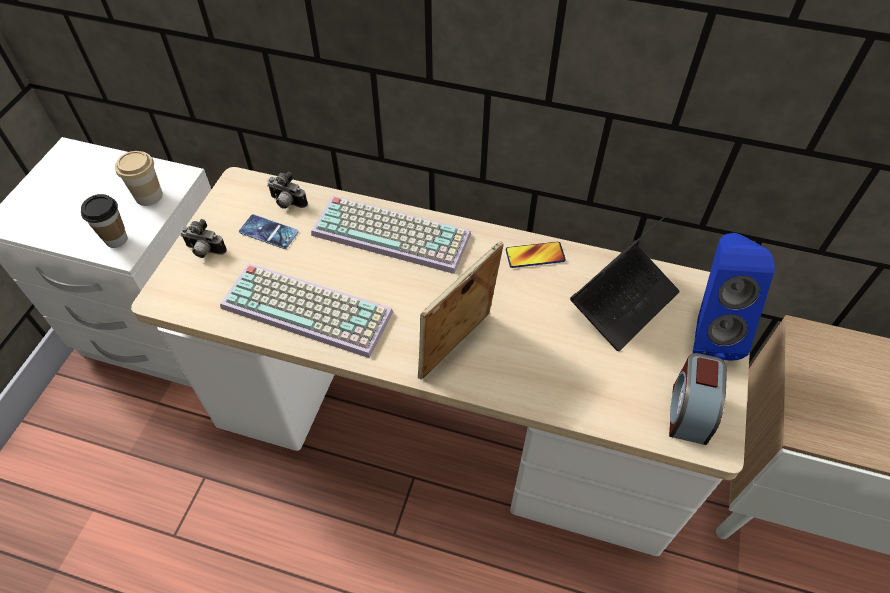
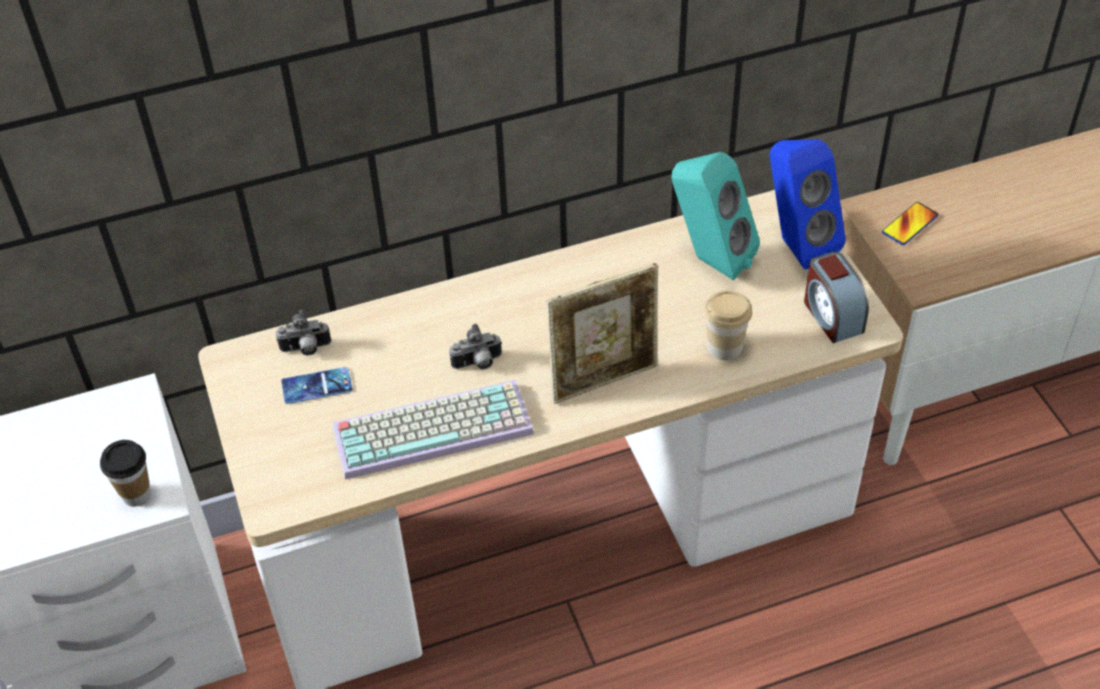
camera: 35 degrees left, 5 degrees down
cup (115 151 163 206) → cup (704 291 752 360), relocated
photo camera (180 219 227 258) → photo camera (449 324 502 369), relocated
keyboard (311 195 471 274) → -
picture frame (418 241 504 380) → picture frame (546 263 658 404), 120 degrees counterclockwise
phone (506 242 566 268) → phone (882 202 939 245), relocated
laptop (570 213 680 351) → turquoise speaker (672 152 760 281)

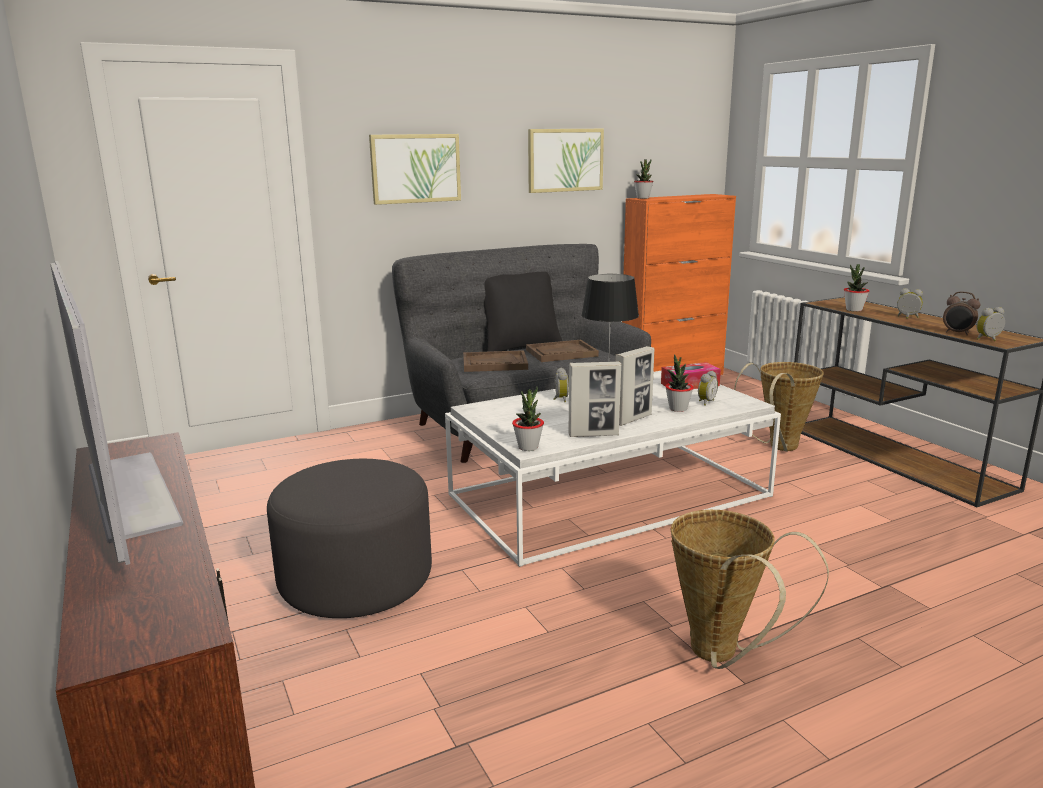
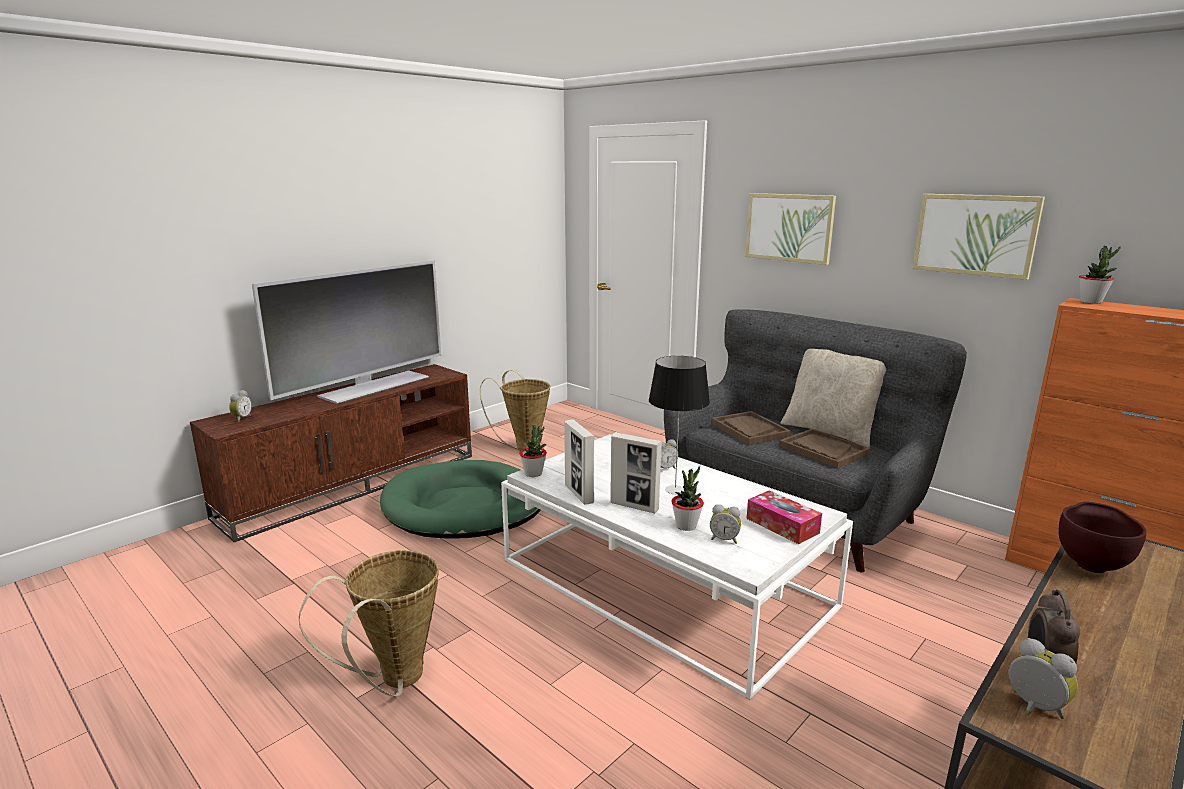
camera: 70 degrees right, 0 degrees up
grey ottoman (267 459 432 618) → green dog bed (380 460 540 539)
black pillow (484 272 562 352) → beige pillow (781 349 886 448)
basket (734 362 824 452) → basket (480 370 550 451), relocated
potted plant (844 264 869 312) → brown bowl (1058 502 1147 573)
alarm clock (897 288 923 319) → alarm clock (229 390 252 422), relocated

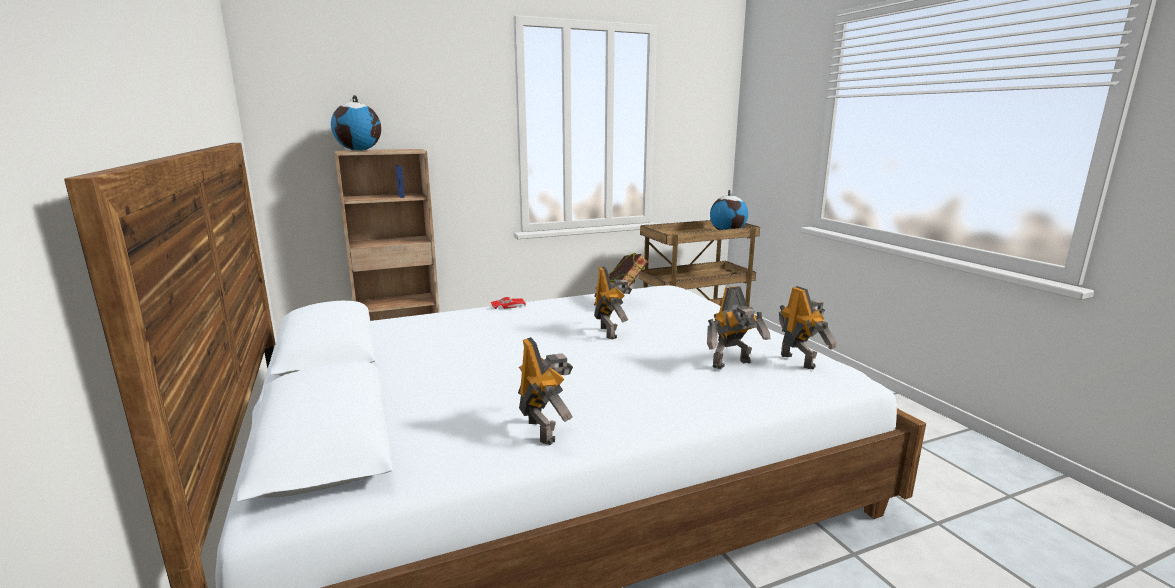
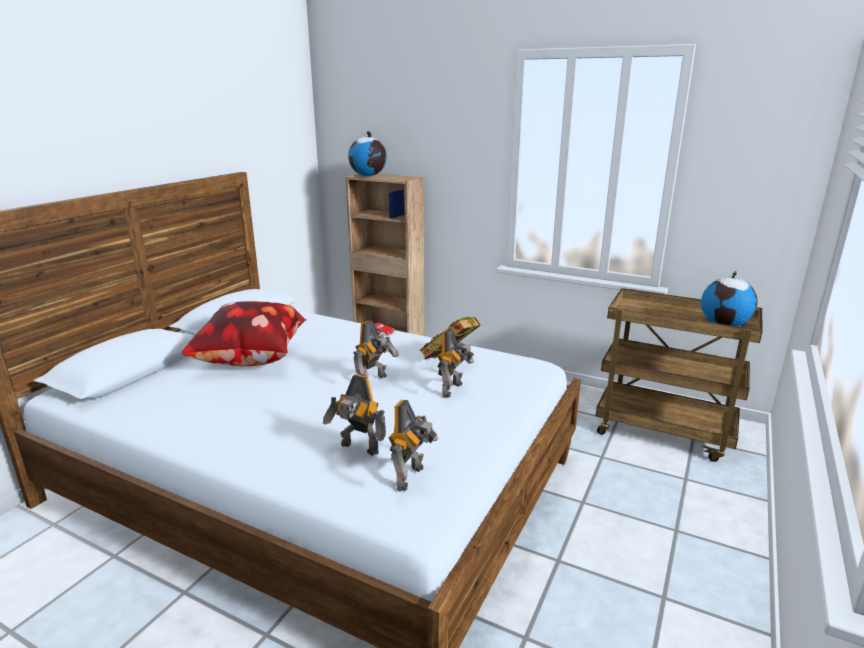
camera: 50 degrees right, 5 degrees up
toy robot (518 337 573 445) → toy robot (437 328 474 398), relocated
- → pillow (181 301 306 366)

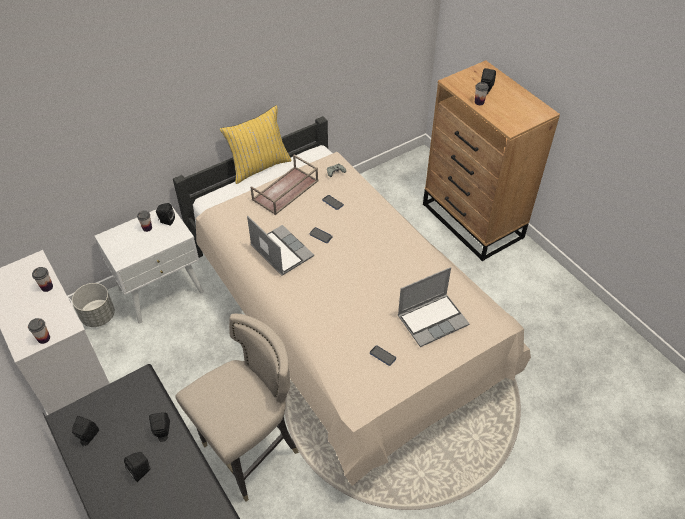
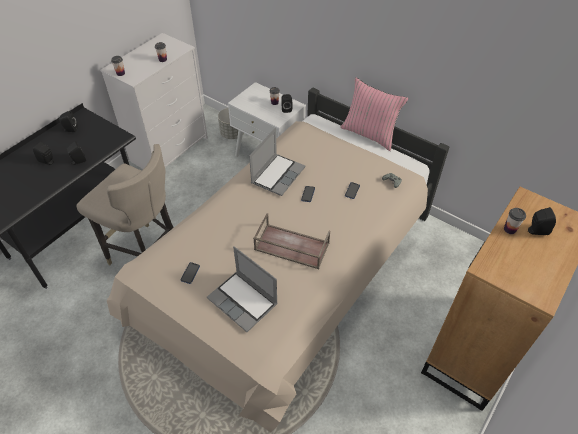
camera: 70 degrees right, 0 degrees up
yellow pillow (220 105 292 184) → pink pillow (340 77 408 151)
brown tray (250 155 318 215) → brown tray (253 213 330 269), relocated

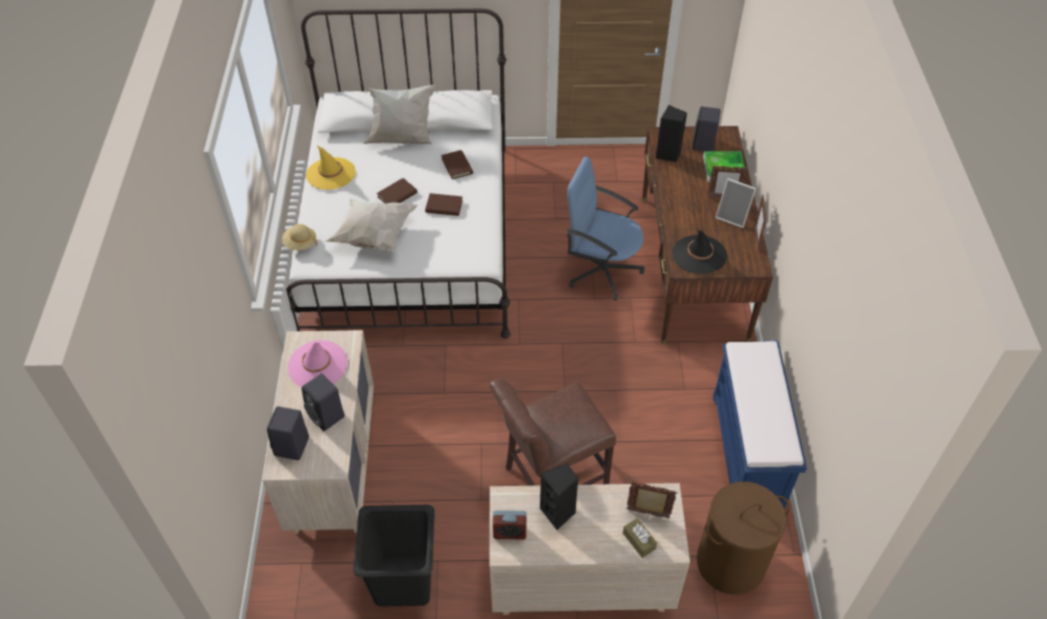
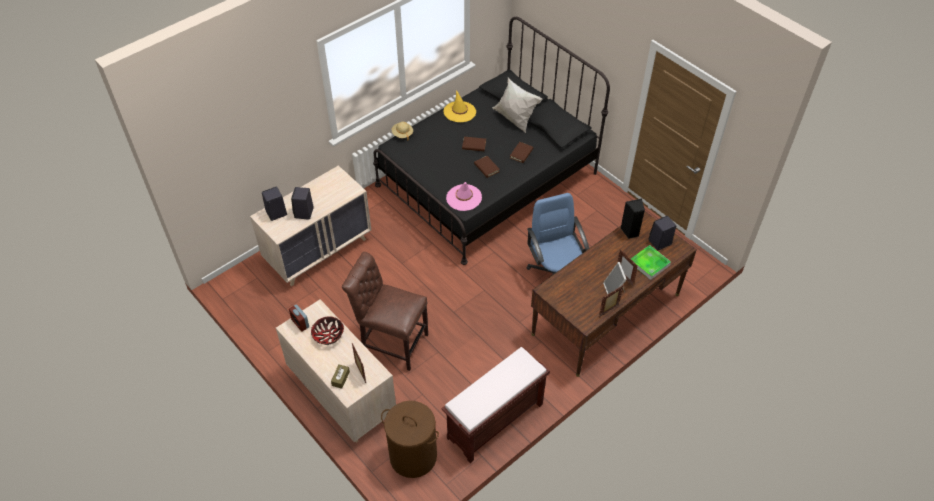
camera: 50 degrees right, 0 degrees up
white bed (286 8 510 339) → black bed (373 17 610 265)
pink hat (288 340 347 387) → pink hat (446 182 482 211), relocated
white pillow (325 198 418 252) → -
black laundry basket (353 505 435 607) → -
black speaker (540 463 578 530) → bowl (311 316 344 345)
black hat (672 230 727 274) → -
blue bench (713 340 807 509) → brown bench (441 347 550 463)

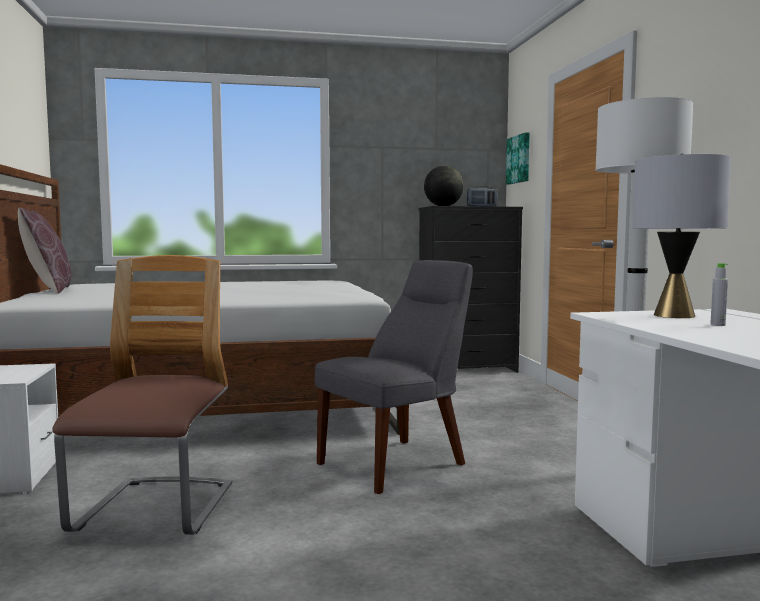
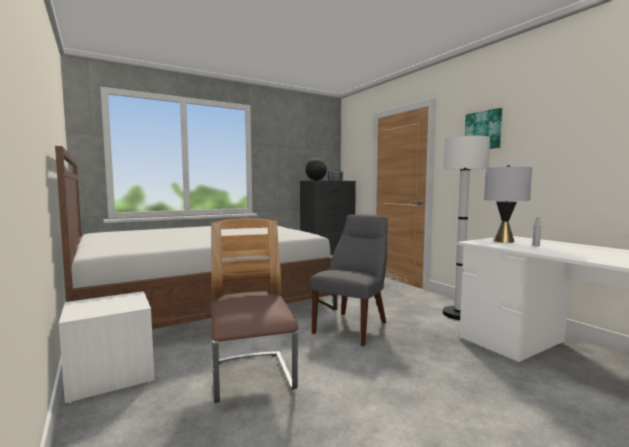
camera: 20 degrees left, 0 degrees up
brown pillow (18 208 71 294) → -
picture (506 132 530 185) → picture (465 108 502 149), relocated

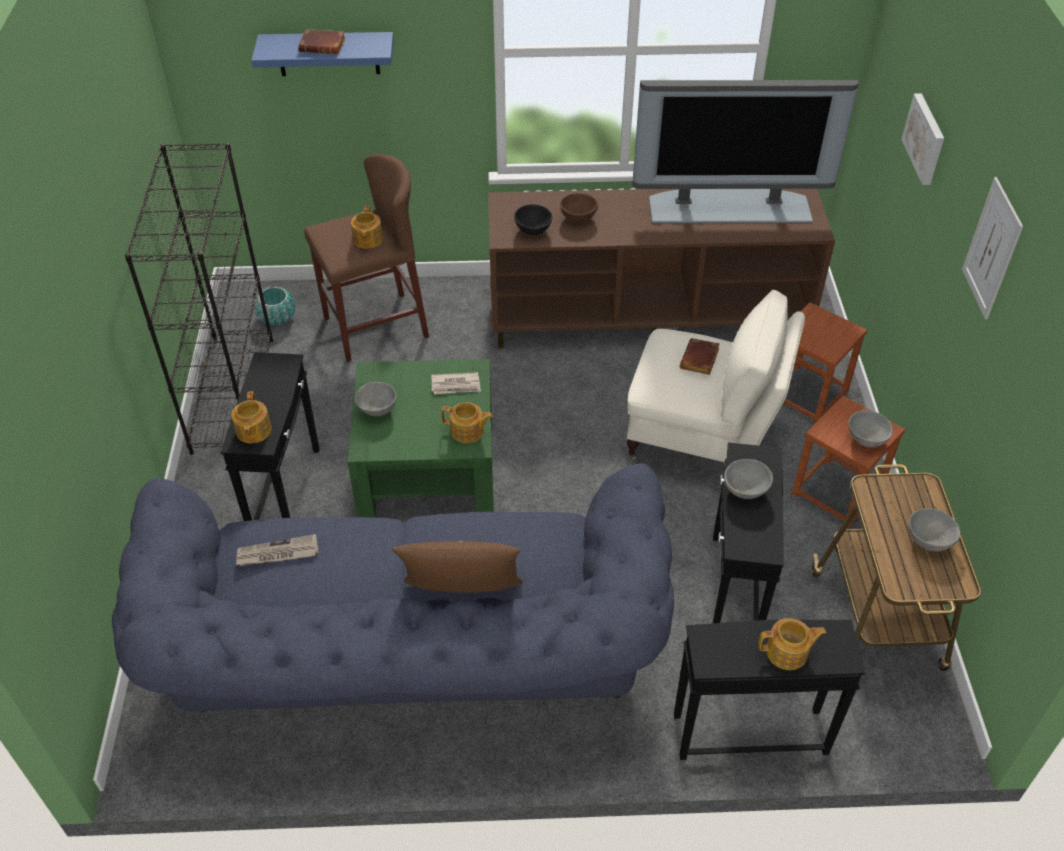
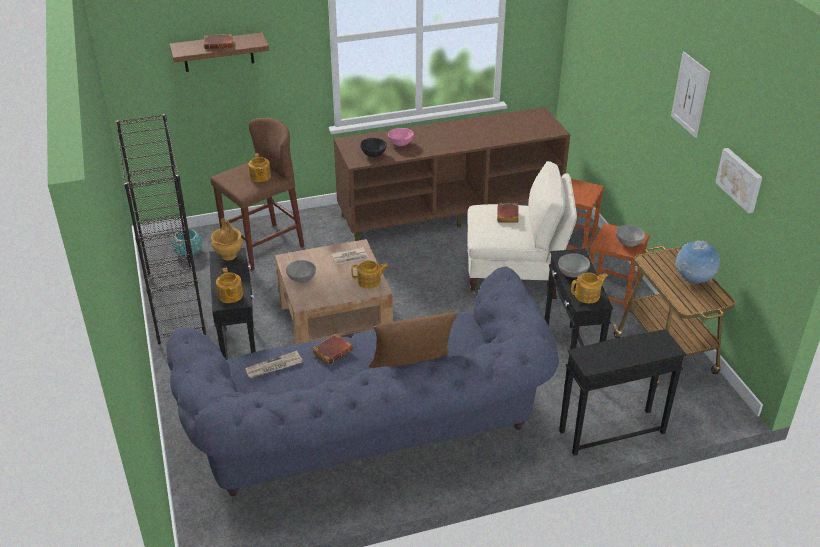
camera: 15 degrees left, 10 degrees down
blue shelf (251 32 394 76) → brown shelf (170 32 269 72)
green coffee table (348 359 494 518) → brown coffee table (275 239 393 344)
brown bowl (560 193 598 222) → pink bowl (388 128 414 146)
television (632 80 859 223) → -
teapot (758 618 826 670) → teapot (571 273 608 303), relocated
picture (901 93 944 185) → picture (715 148 763 213), relocated
grey bowl (909 508 960 551) → globe (676 240 720 284)
- → brown vase (211 218 243 260)
- → brown book (312 333 353 365)

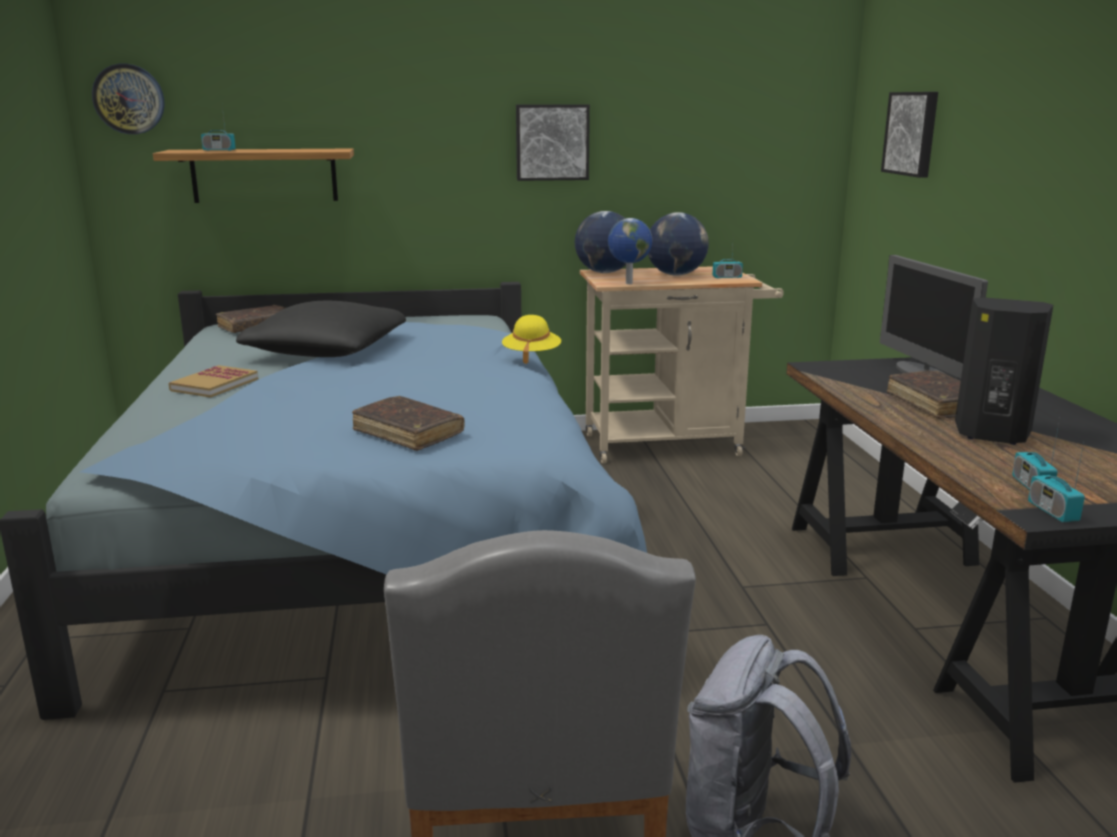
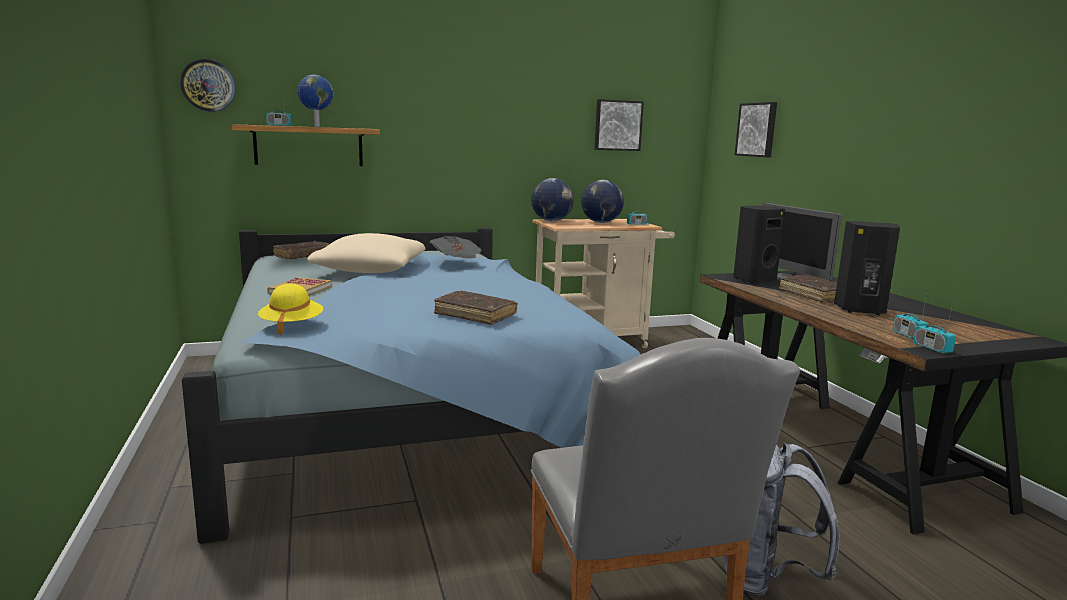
camera: 10 degrees left, 5 degrees down
black pillow (236 301 406 357) → beige pillow (308 233 426 273)
yellow hat (502 315 561 364) → yellow hat (258 284 323 335), relocated
picture (516 105 590 181) → picture (594 99 644 151), relocated
globe (608 218 652 284) → globe (298 75 333 127), relocated
- → newspaper (429 236 482 259)
- → black speaker (733 206 785 284)

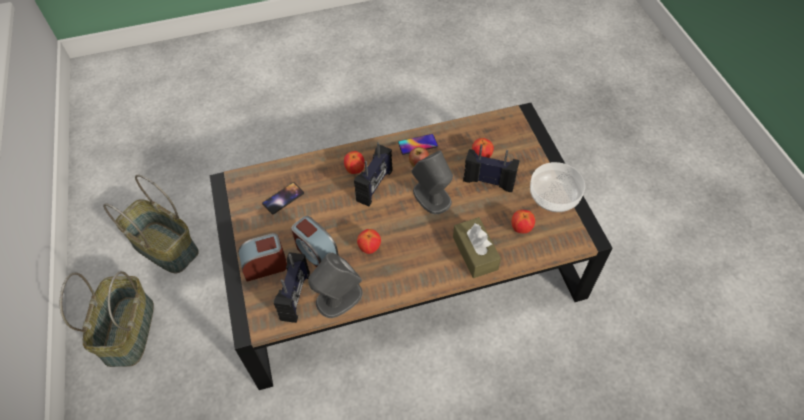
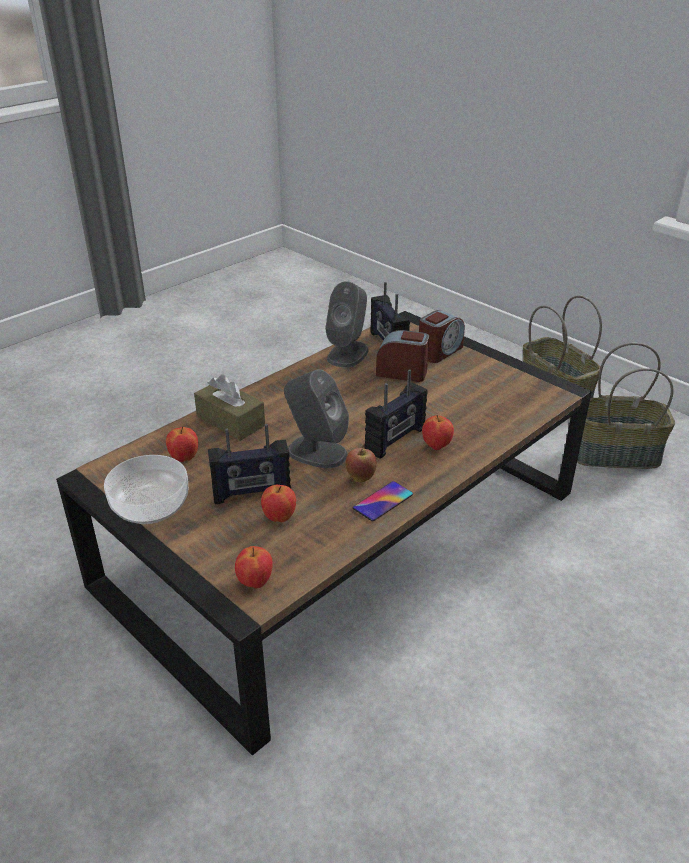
camera: 150 degrees right, 20 degrees down
phone (262 182 304 214) → -
radio (354 142 393 206) → radio (365 369 428 459), 135 degrees counterclockwise
apple (357 229 381 254) → apple (235 546 273 588), relocated

